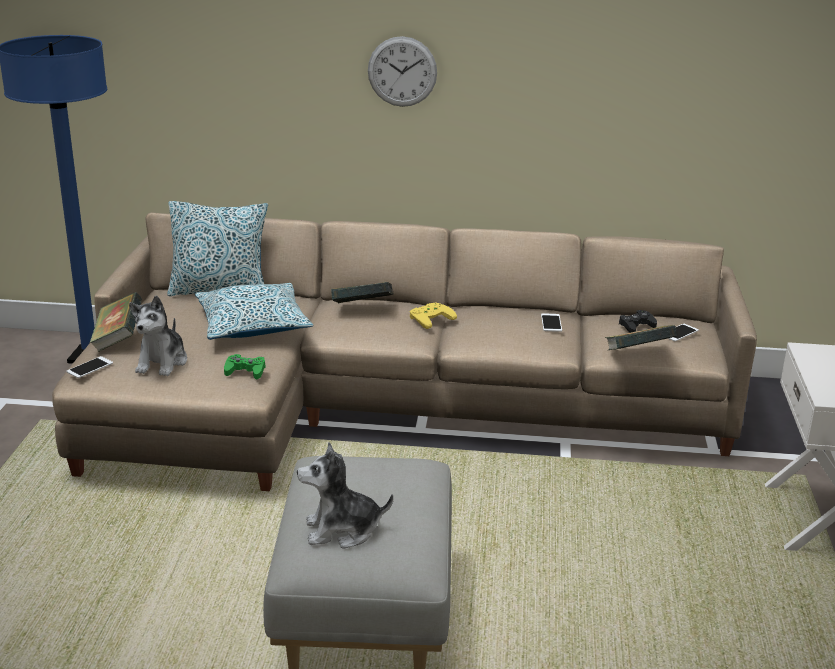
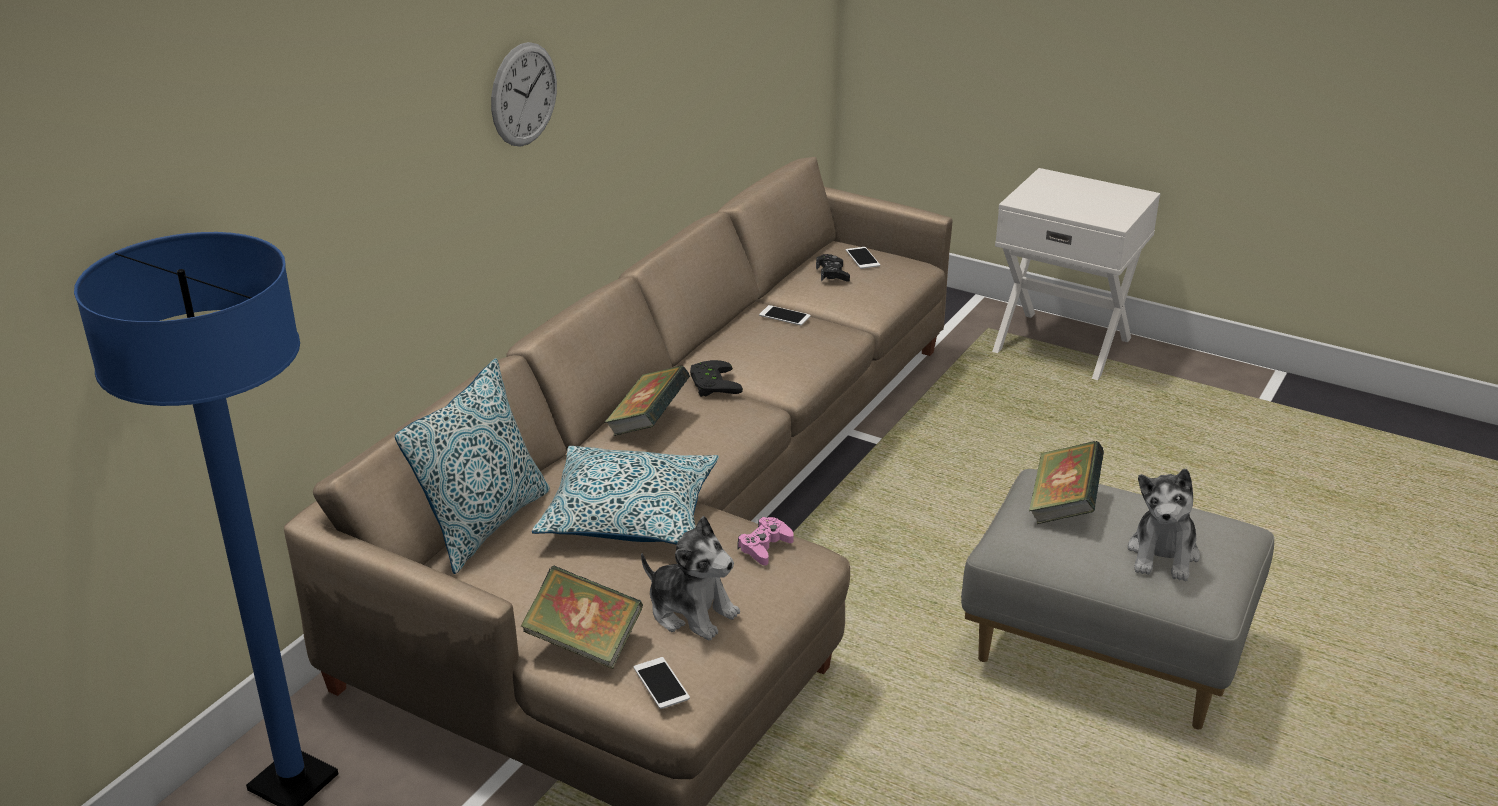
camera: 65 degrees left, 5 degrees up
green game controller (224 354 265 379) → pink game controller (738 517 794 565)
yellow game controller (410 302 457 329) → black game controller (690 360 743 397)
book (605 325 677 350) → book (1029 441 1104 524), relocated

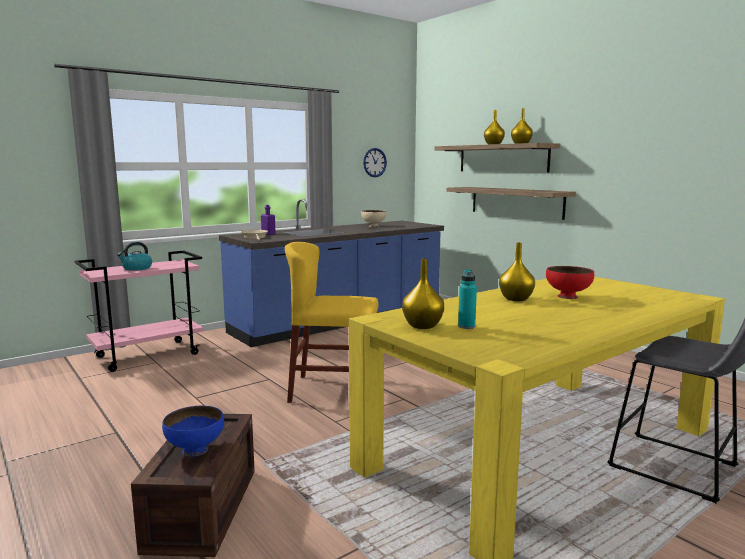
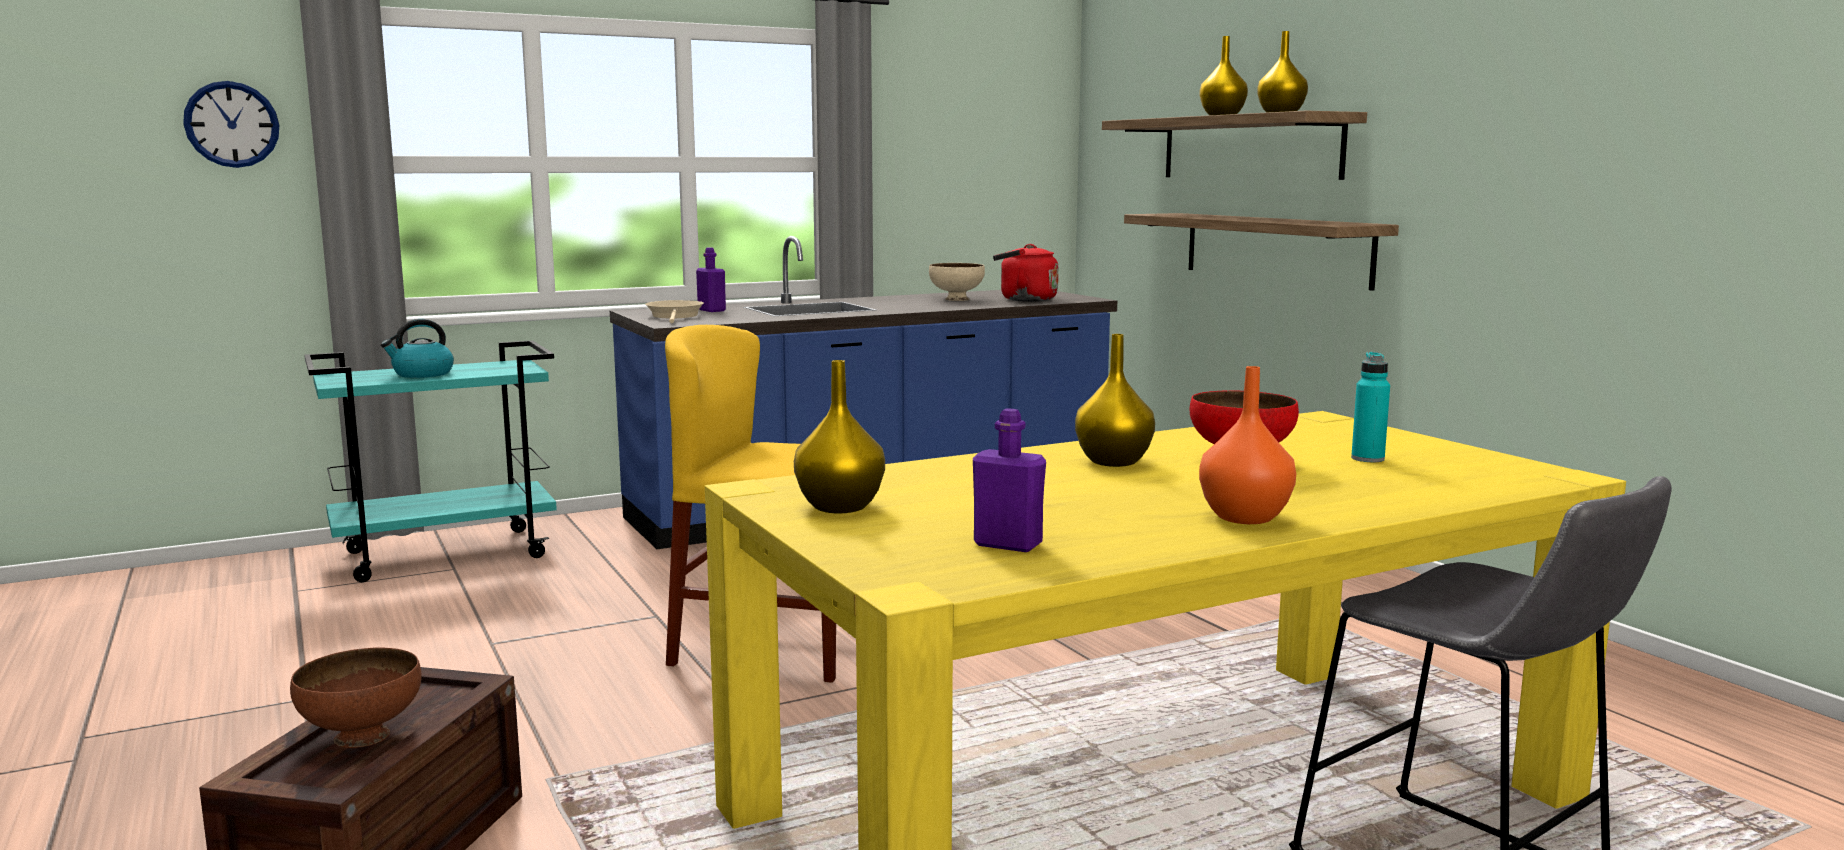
camera: 10 degrees right, 0 degrees up
pink cart (75 251 203 372) → turquoise cart (304 340 557 582)
blue bowl (162 406 224 457) → brown bowl (290 648 422 748)
wall clock (363 148 387 177) → wall clock (183 81 279 168), relocated
turquoise bottle (458 269 477 329) → turquoise bottle (1351 352 1390 462), relocated
- → purple bottle (973 408 1046 552)
- → red kettle (993 244 1058 302)
- → orange vase (1199 366 1296 524)

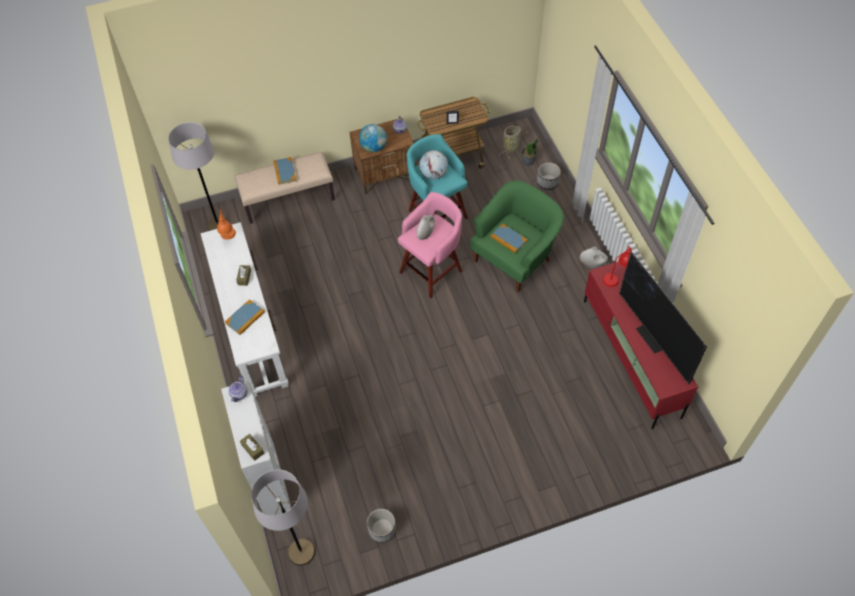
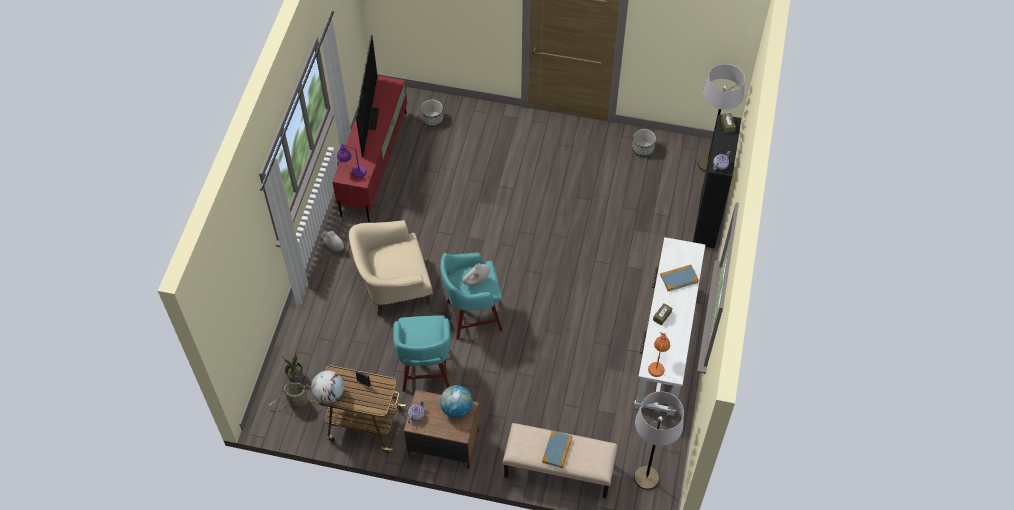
camera: 150 degrees left, 0 degrees up
white cabinet (221 380 291 515) → black cabinet (693 114 741 248)
pink stool (398 192 462 298) → turquoise stool (440 252 502 340)
globe (419 150 448 179) → globe (311 371 344 403), relocated
green armchair (470 180 564 292) → beige armchair (349 220 433 317)
book (491 224 527 254) → -
planter (537 163 561 190) → planter (421 99 444 127), relocated
red table lamp (603 246 632 287) → purple table lamp (337 144 367 178)

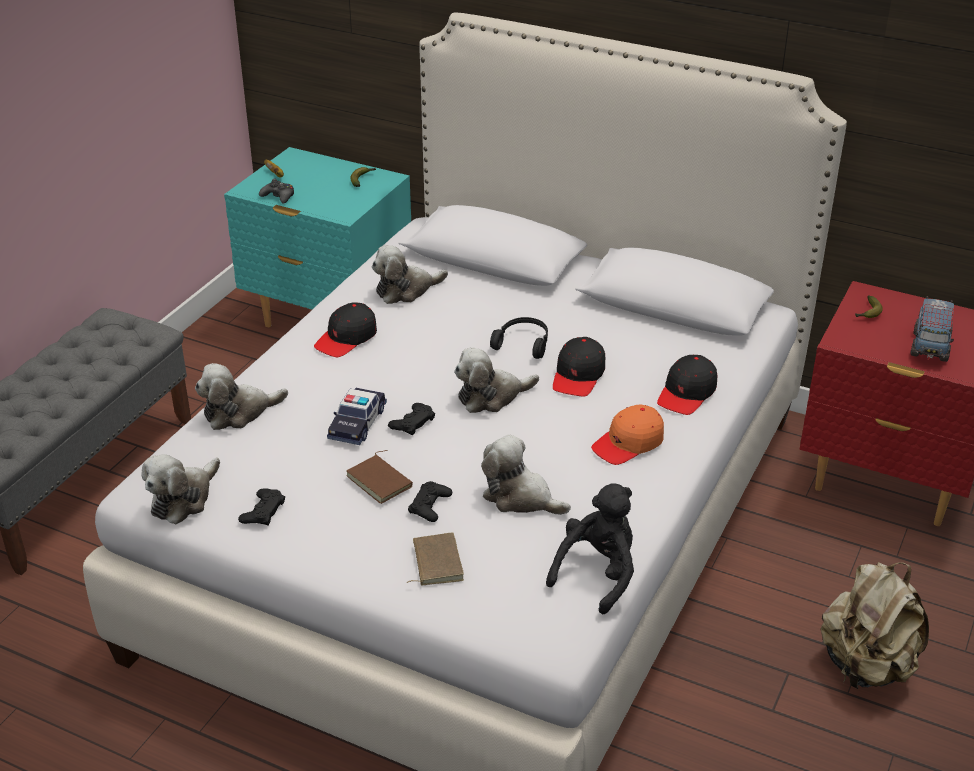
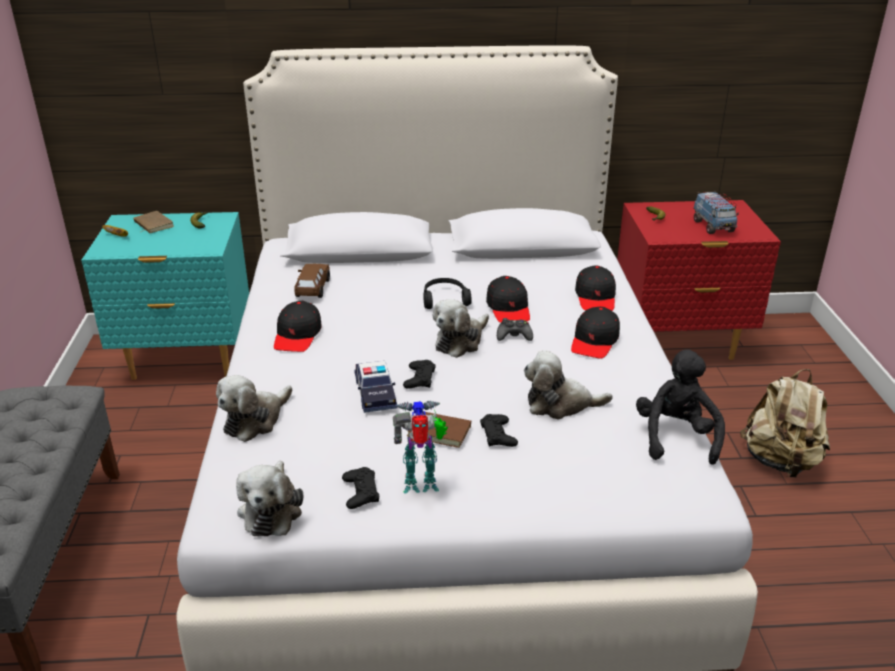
camera: 30 degrees left, 5 degrees down
black game controller (259 179 294 204) → black game controller (497 318 533 341), relocated
plush toy (372 245 448 304) → brown toy car (294 264 330 298)
brown book (407 532 464 585) → brown book (133 211 174 233), relocated
orange cap (591 404 664 465) → black cap (571 307 620 359)
- → toy robot (393 401 448 493)

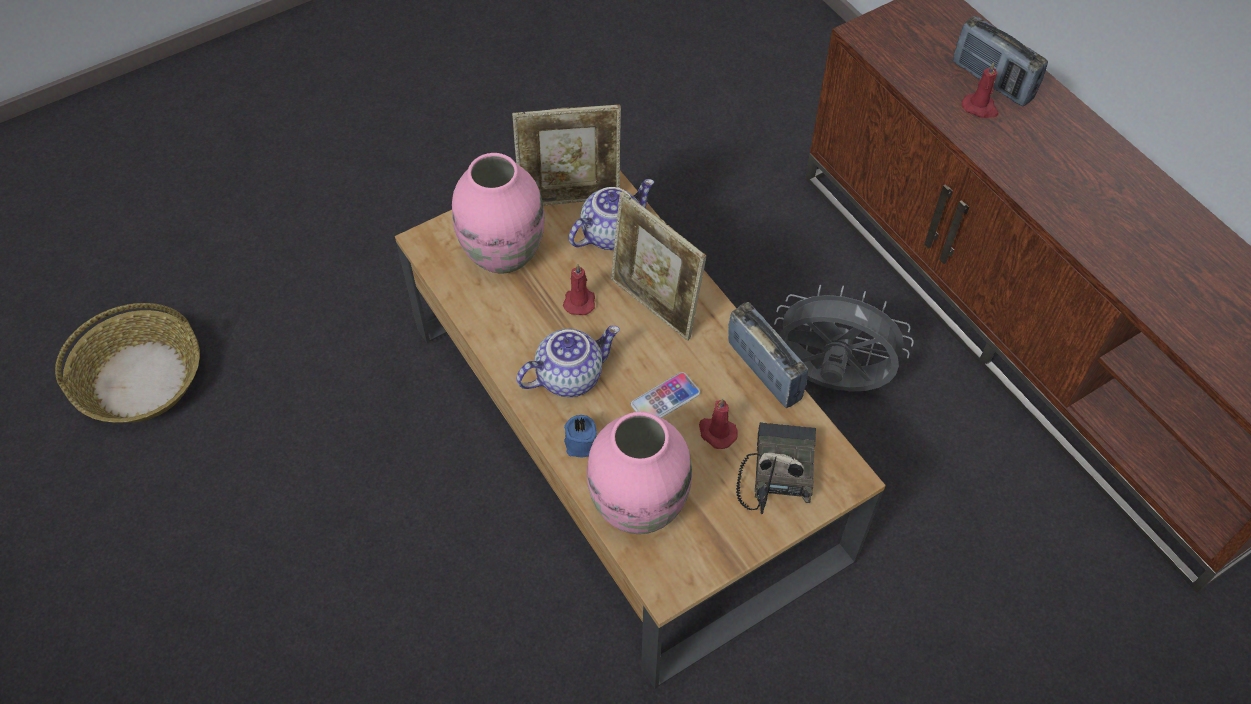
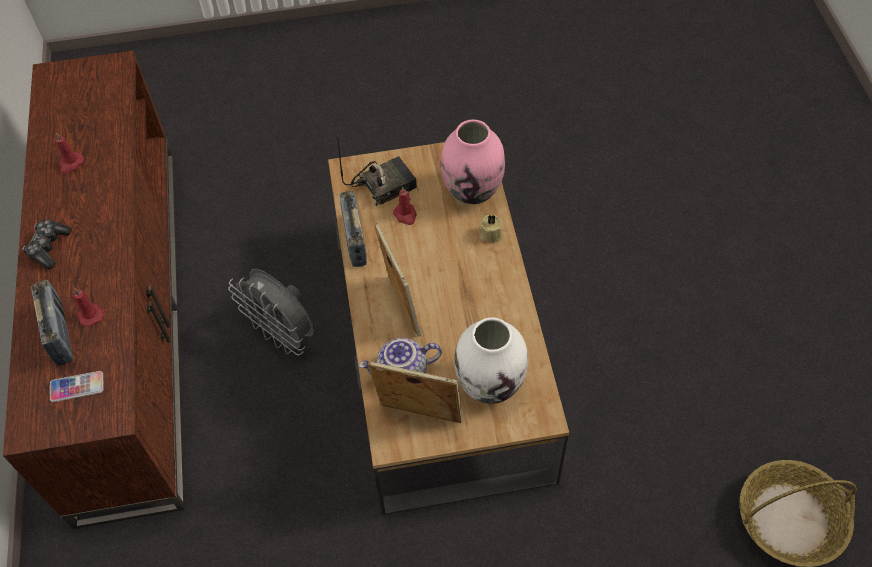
camera: 155 degrees left, 0 degrees up
pink vase (452 153 545 273) → white vase (454 318 528 404)
teapot (516 325 620 397) → -
red candle (563 264 595 315) → red candle (55 133 84 174), relocated
blue candle (564 415 597 457) → beige candle (480 215 502 242)
phone (631 372 700 418) → phone (50 371 104 402), relocated
radio (736 422 816 514) → radio (338 140 417 206), 150 degrees counterclockwise
- → game controller (22 219 72 269)

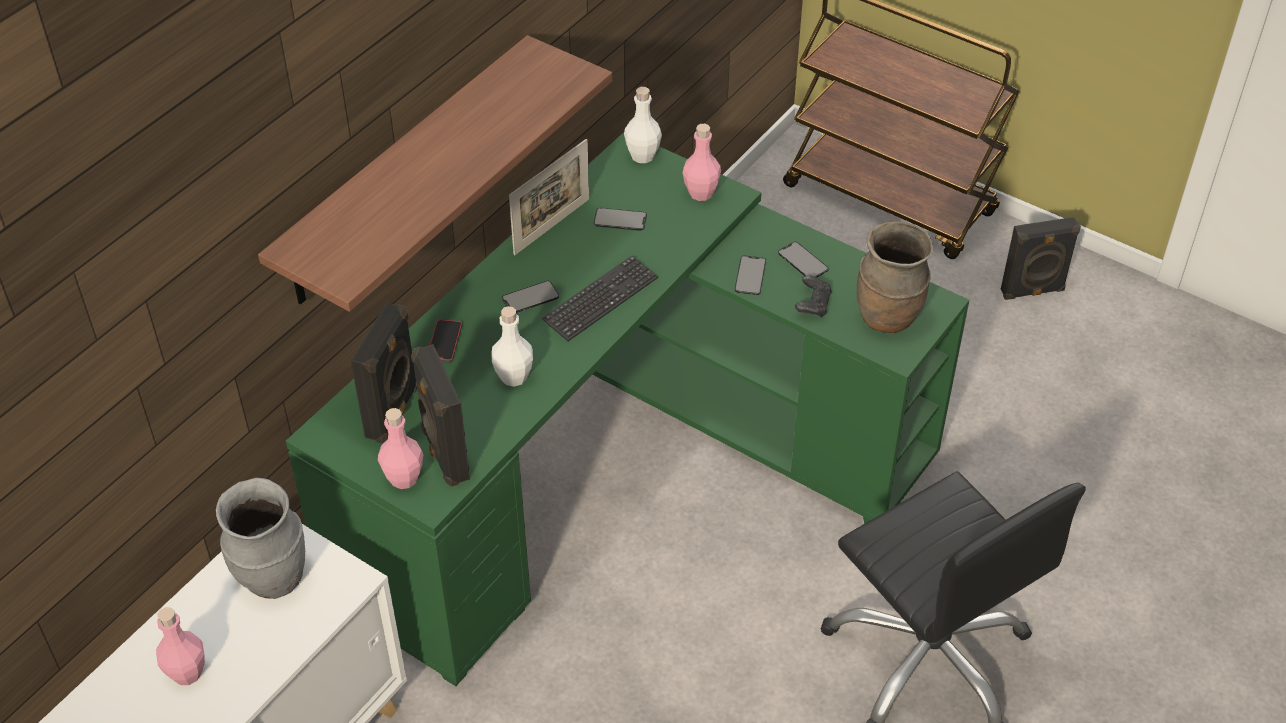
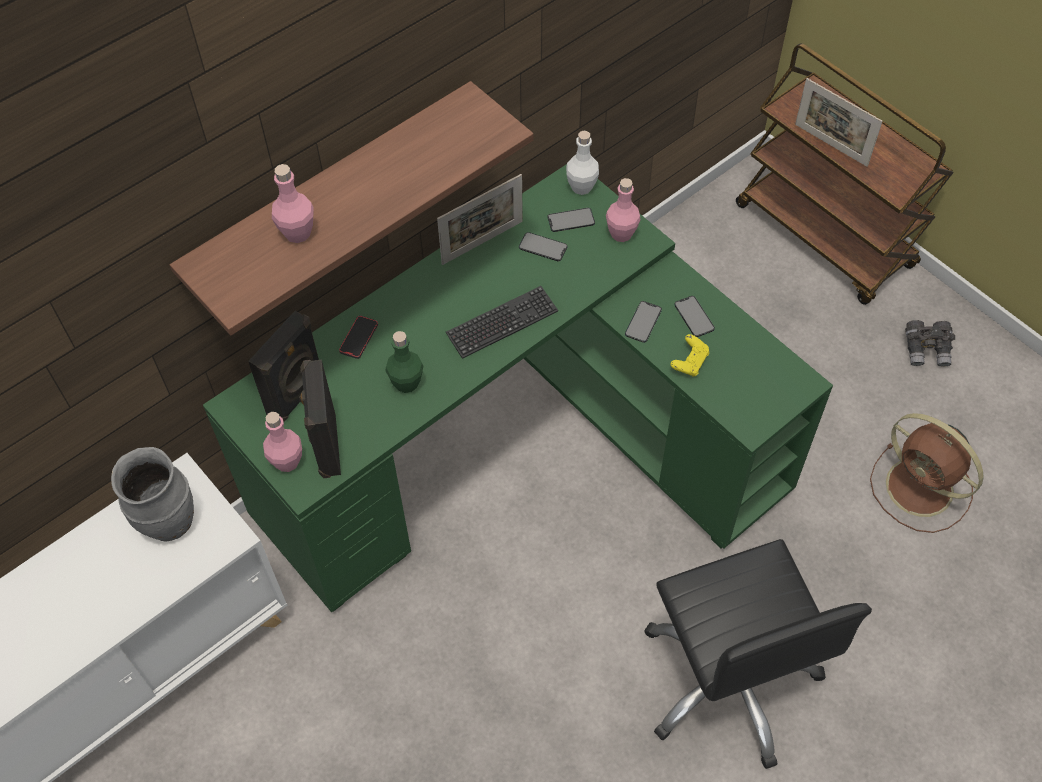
camera: 15 degrees right, 10 degrees up
pink bottle (156 607 205 685) → pink bottle (272 164 314 243), relocated
white bottle (492 306 533 387) → green bottle (386 331 423 393)
phone (502 281 559 313) → phone (548 208 595 232), relocated
black game controller (795 275 832 318) → yellow game controller (670 334 709 376)
brown vase (857 221 933 333) → -
black speaker (1001 217 1081 300) → grey binoculars (905 320 955 367)
- → picture frame (795 78 882 167)
- → brown fan (870 413 984 533)

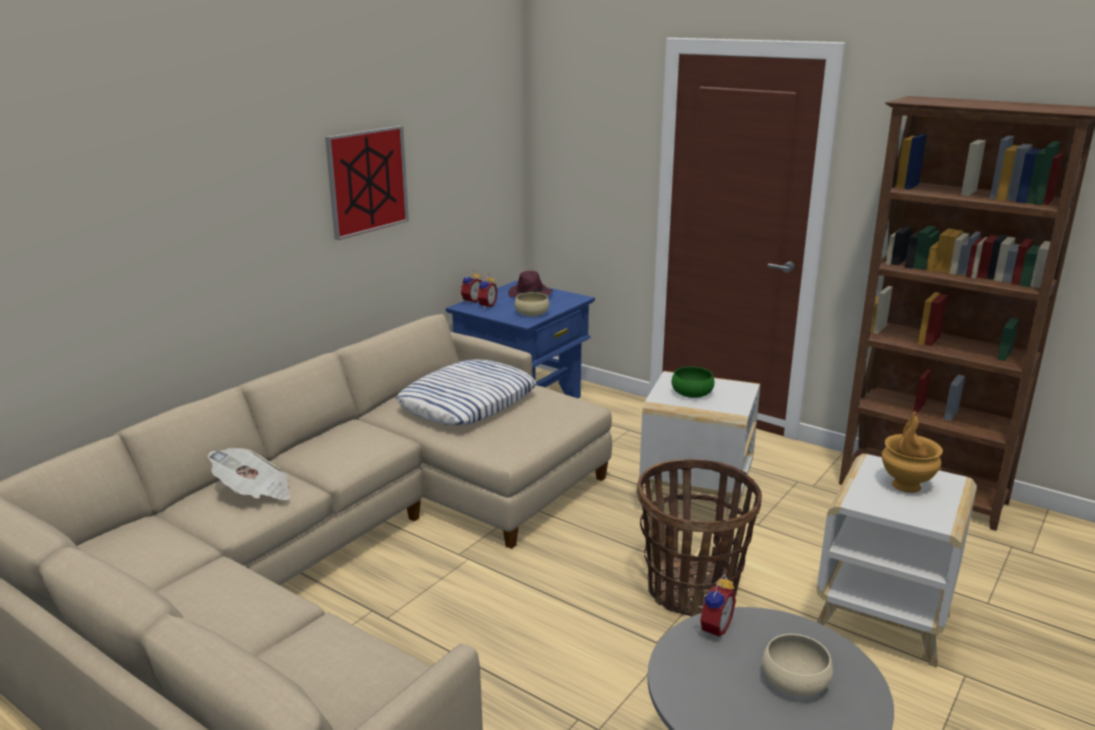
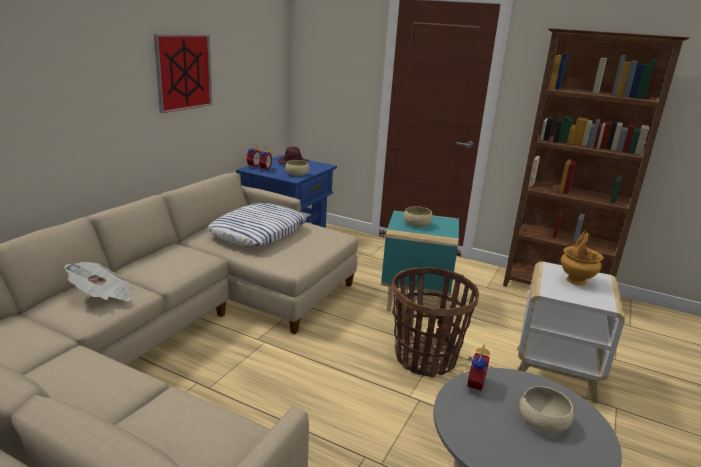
camera: 10 degrees left, 0 degrees up
white side table (639 371 760 532) → turquoise side table (381 211 459 319)
green bowl (672 367 714 398) → beige bowl (404 206 433 227)

